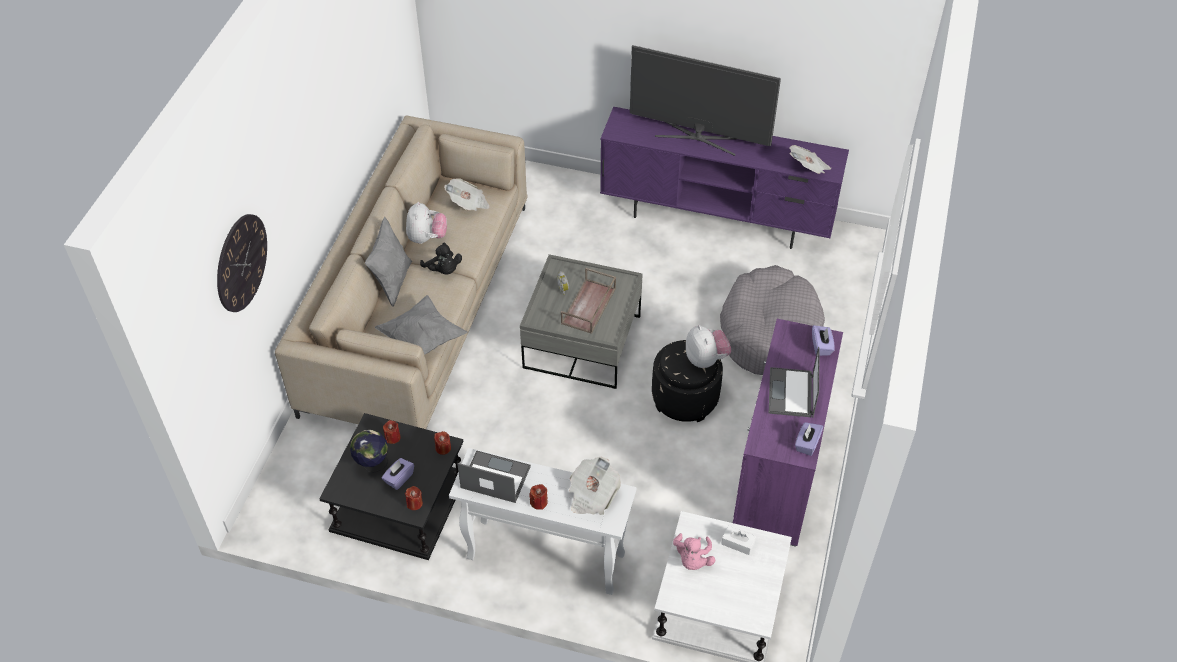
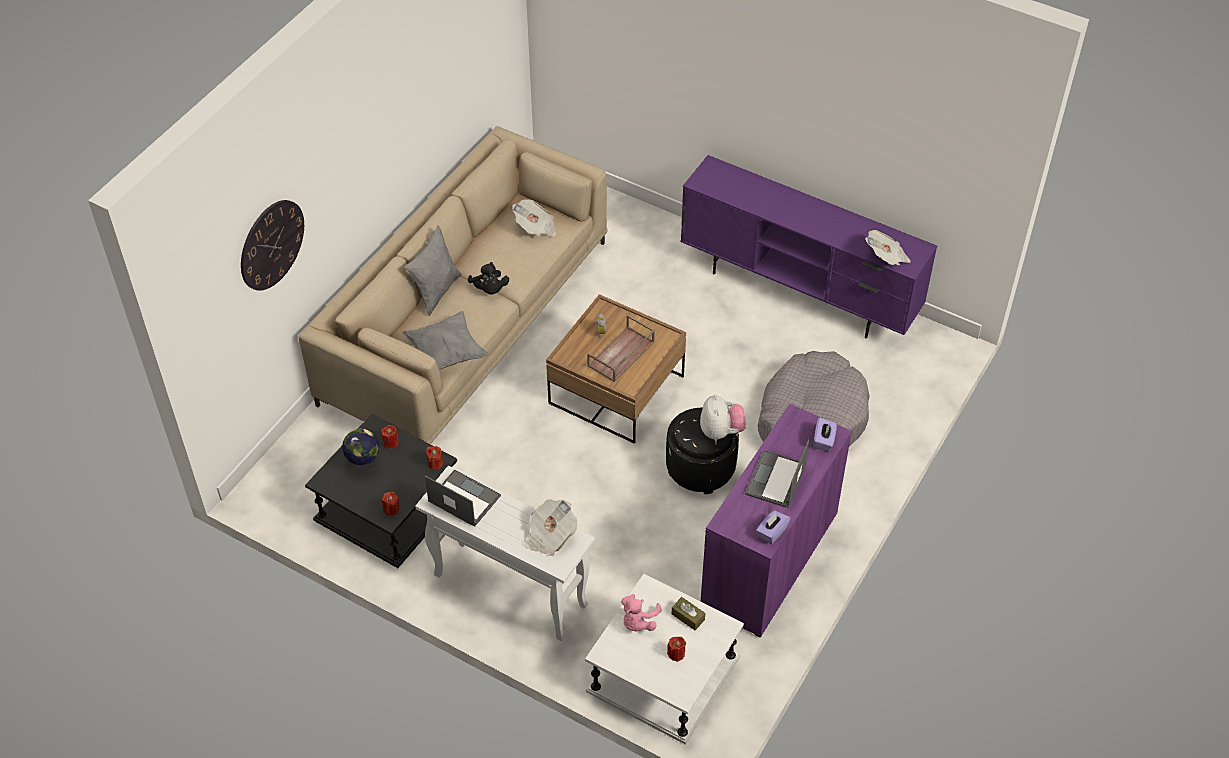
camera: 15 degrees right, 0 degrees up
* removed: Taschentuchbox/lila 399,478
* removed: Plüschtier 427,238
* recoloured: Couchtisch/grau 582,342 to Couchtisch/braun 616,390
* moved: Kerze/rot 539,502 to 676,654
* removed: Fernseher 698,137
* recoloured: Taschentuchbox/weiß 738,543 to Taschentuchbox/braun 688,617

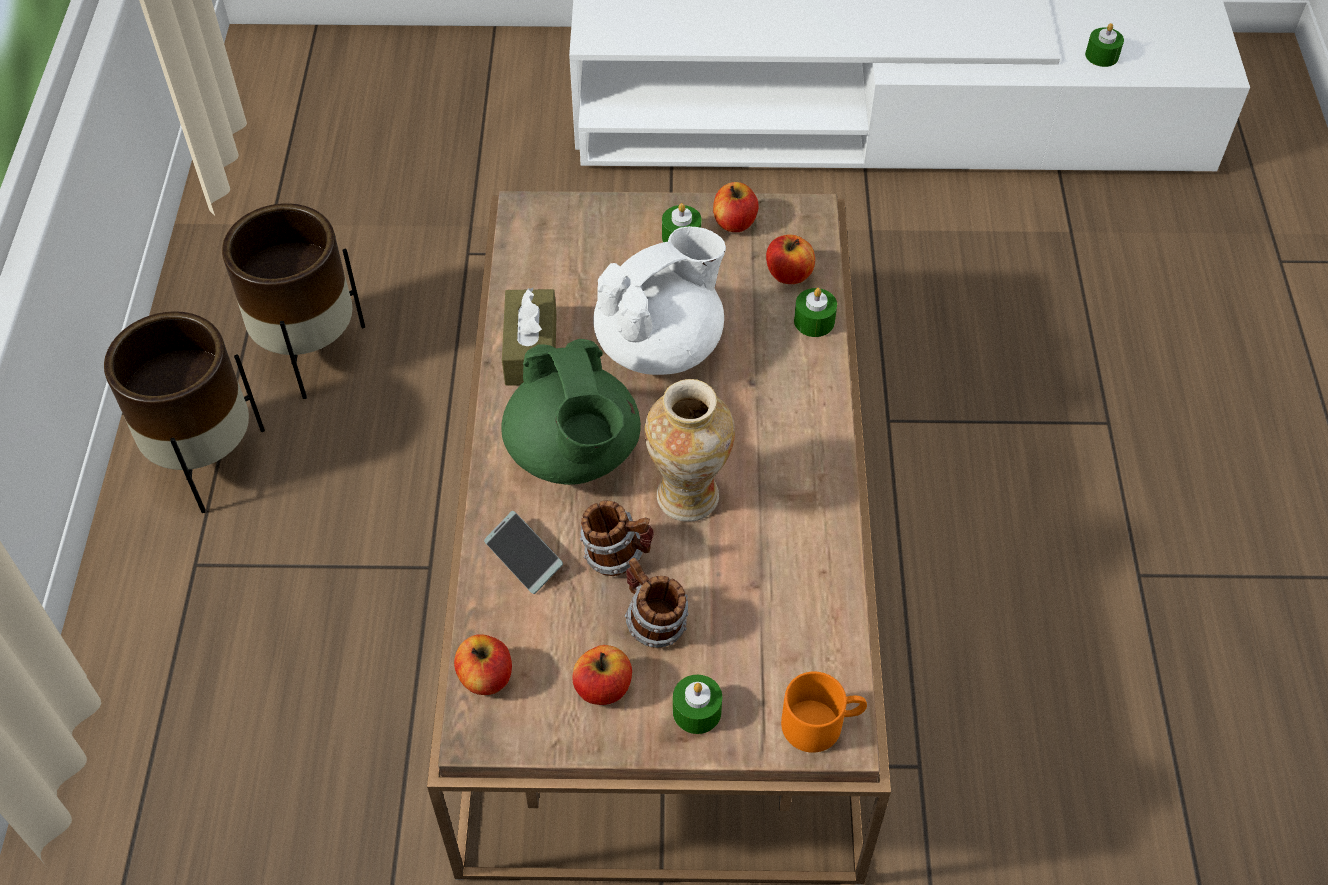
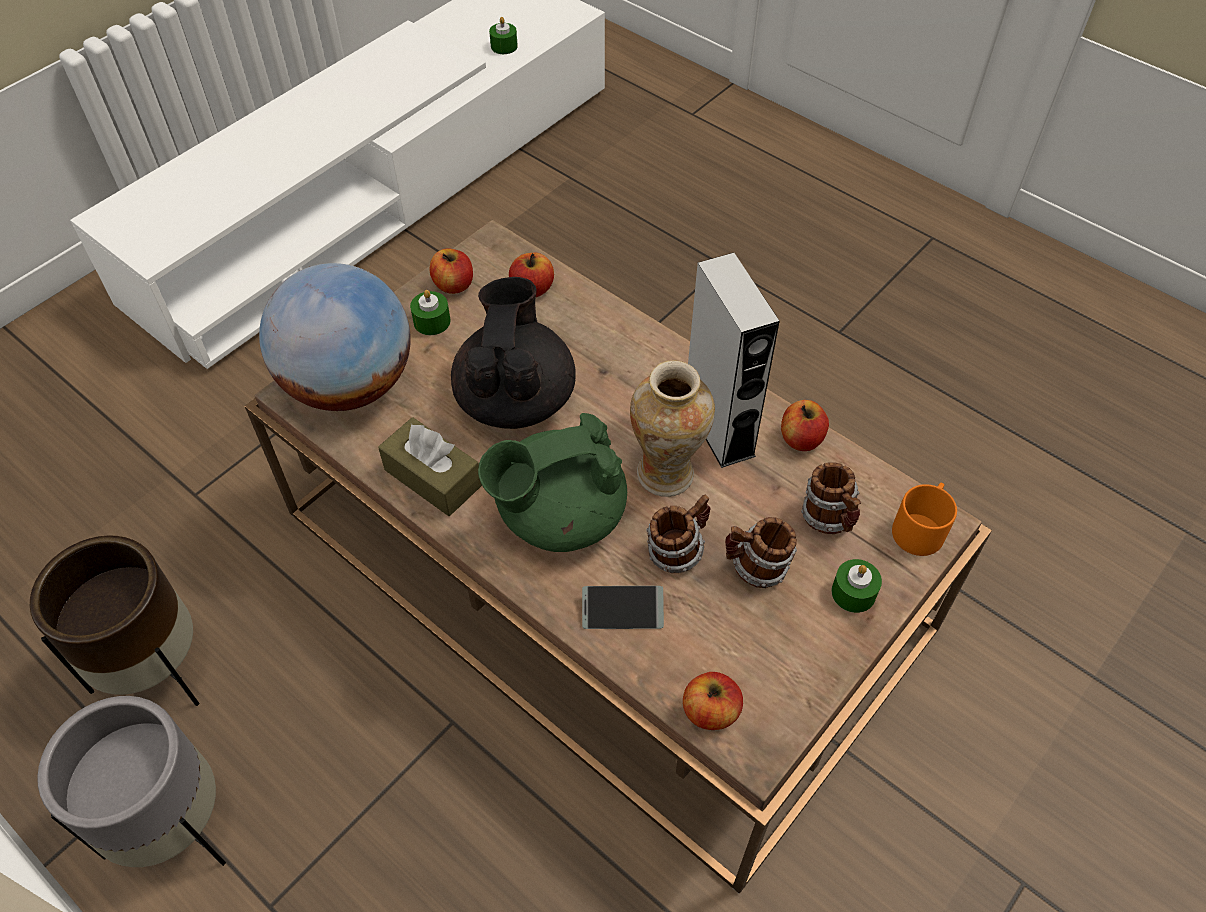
camera: 50 degrees left, 0 degrees up
* recoloured: Pflanzkübel/braun 206,459 to Pflanzkübel/grau 173,824
* turned: Teekanne/grün 574,453 = 558,515 135 degrees clockwise
* moved: Apfel 603,687 to 801,439
* recoloured: Teekanne/weiß 661,345 to Teekanne/schwarz 515,398
* removed: Kerze/grün 814,321
* added: Globus 349,385
* added: Lautsprecher/grau 718,427
* added: Henkelbecher 829,519

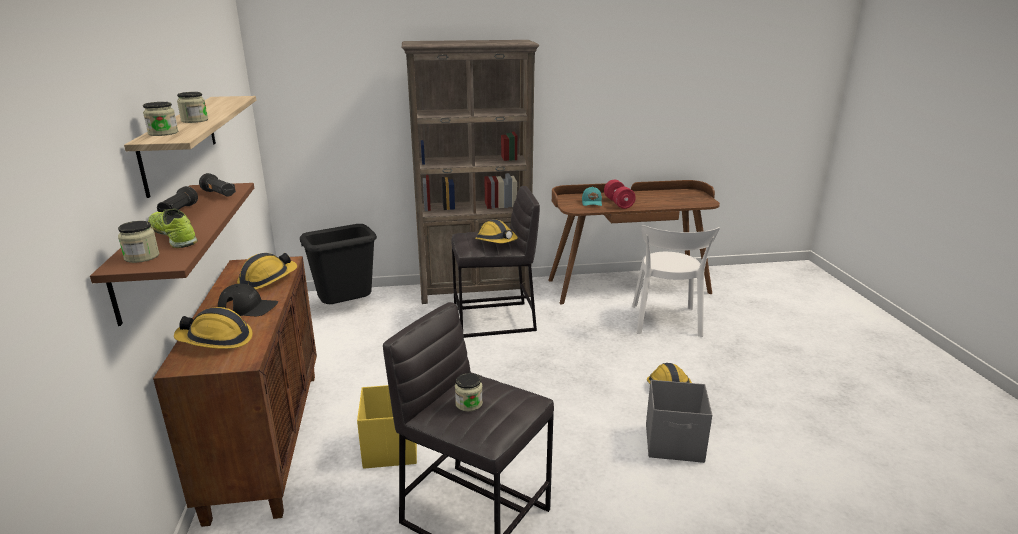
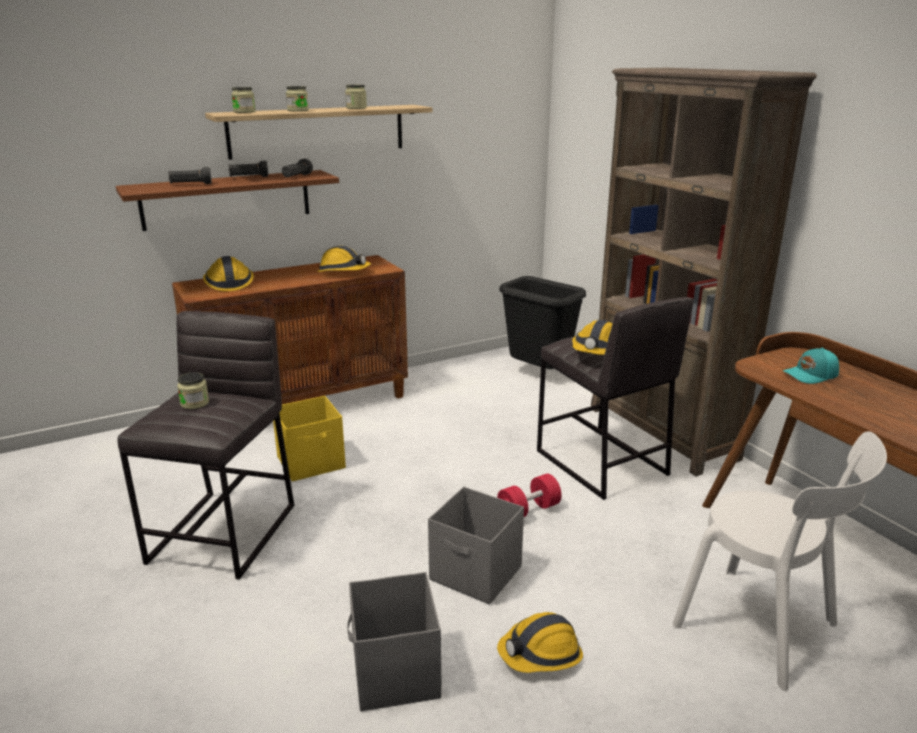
camera: 70 degrees right, 0 degrees up
* moved: Vorratsglas 142,257 to 356,108
* replaced: Schuh 174,236 to Taschenlampe/schwarz 190,184
* removed: Kappe/schwarz 248,307
* moved: Hantel/rot 618,203 to 528,510
* turned: Stuhl/weiß 666,322 = 762,628 120 degrees counterclockwise
* added: Aufbewahrungsbox/grau 476,574

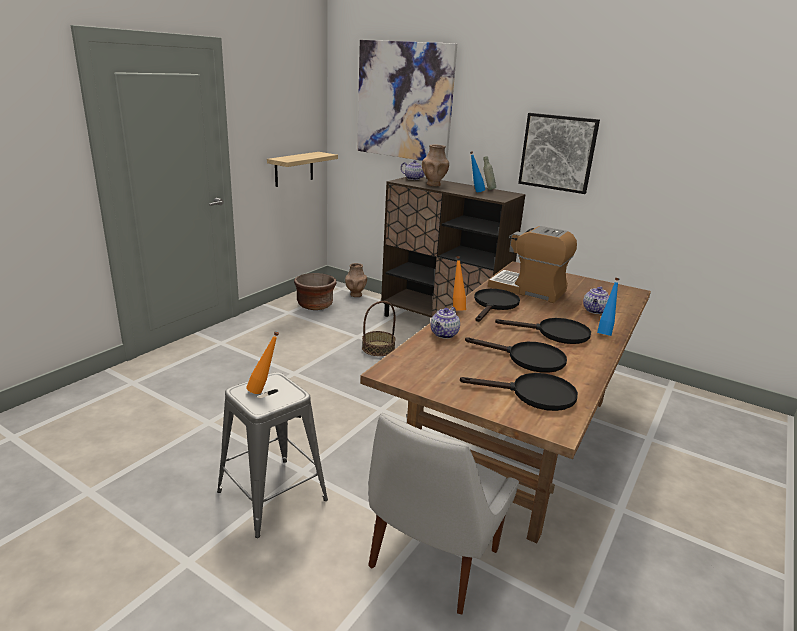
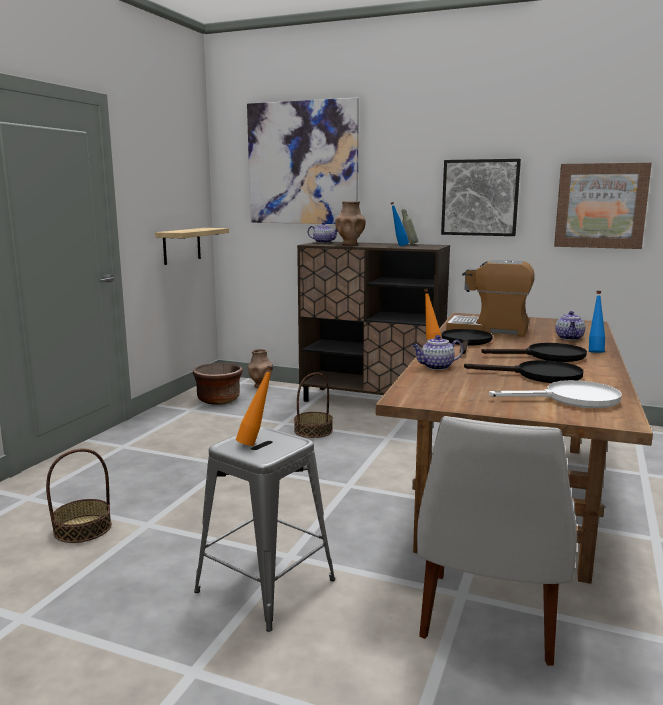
camera: 10 degrees left, 10 degrees down
* turned: Teekanne 444,334 = 436,367 60 degrees clockwise
* recoloured: Pfanne/schwarz 534,394 to Pfanne/weiß 572,399
* added: Korb 83,528
* added: Bild 601,206

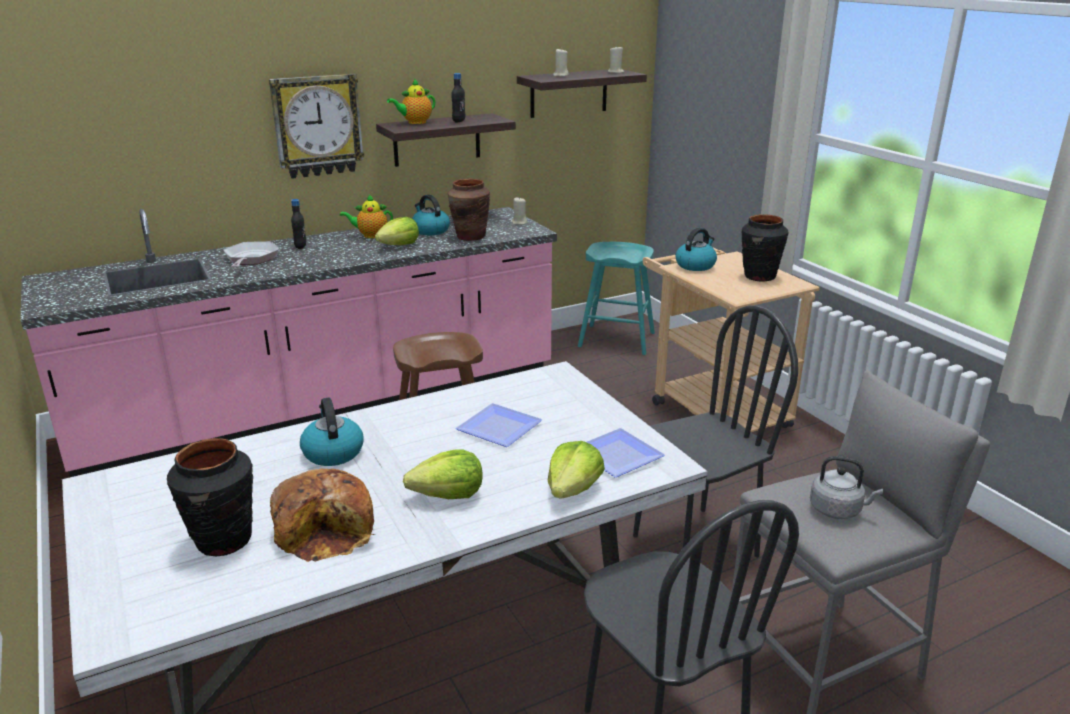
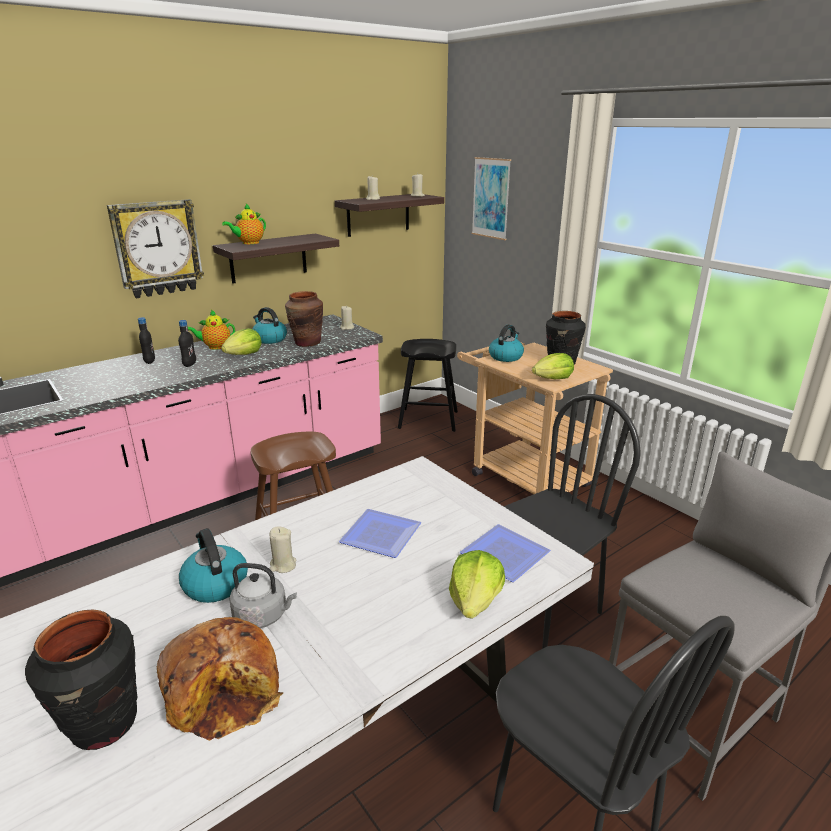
camera: 10 degrees left, 0 degrees up
* removed: Pfanne 251,259
* moved: Salatkopf 448,495 to 553,379
* moved: Flasche/schwarz 459,121 to 189,364
* recoloured: Hocker/türkis 616,340 to Hocker/schwarz 428,420
* moved: Wasserkessel/grau 838,510 to 263,615
* added: Kerze/beige 282,565
* added: Bild 491,198

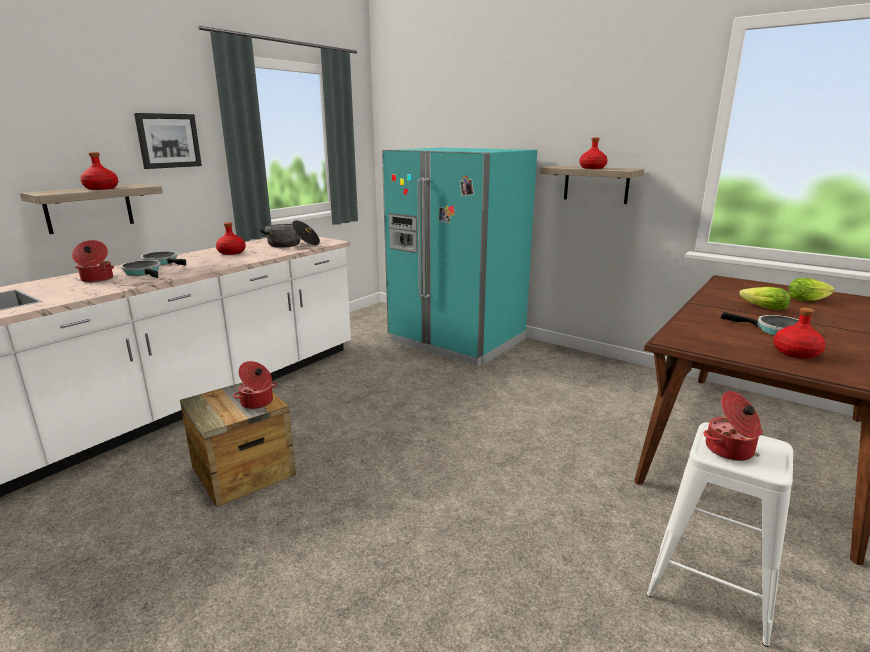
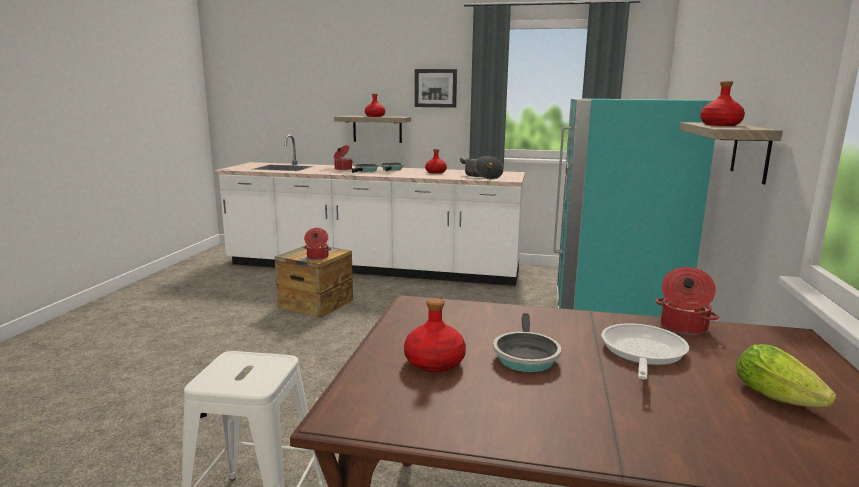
camera: 65 degrees right, 5 degrees down
* moved: Kochtopf 730,450 to 682,327
* replaced: Salatkopf 761,307 to Pfanne 641,353

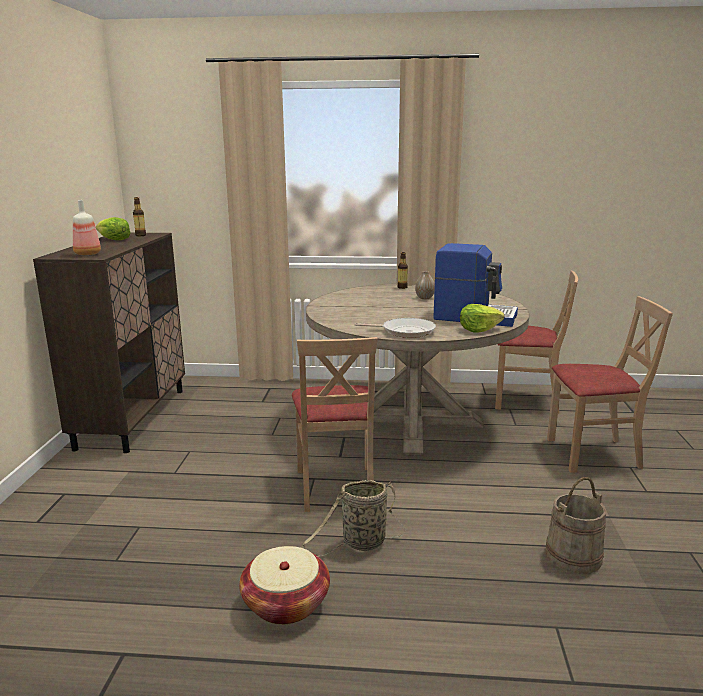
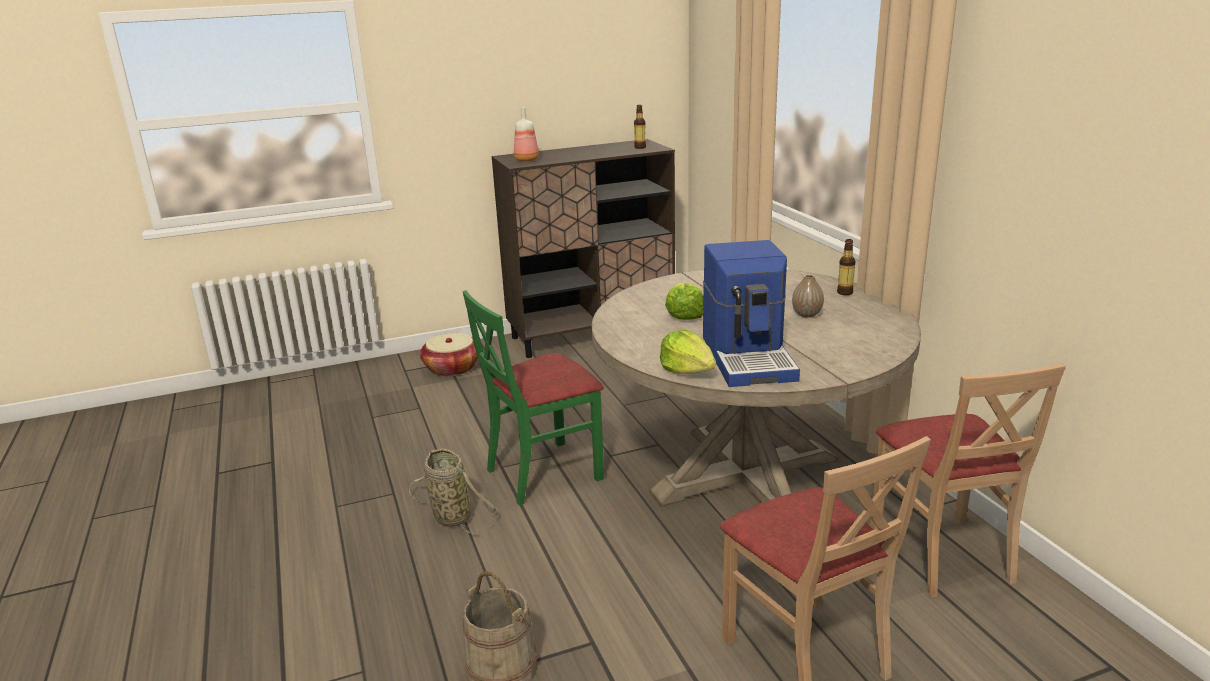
camera: 65 degrees right, 5 degrees up
* moved: Salatkopf 113,239 to 684,315
* moved: Korb 286,603 to 452,368
* recoloured: Stuhl/beige 336,487 to Stuhl/grün 543,472
* removed: Pfanne 405,331

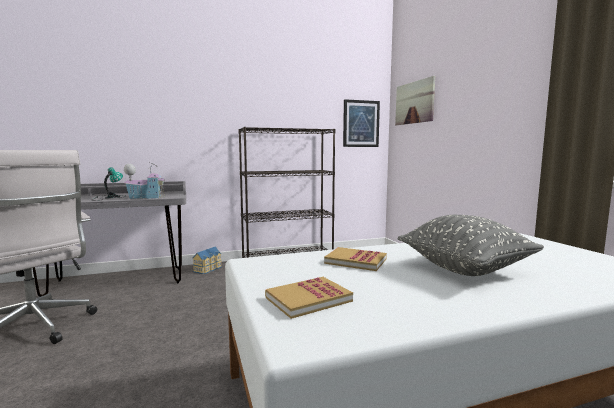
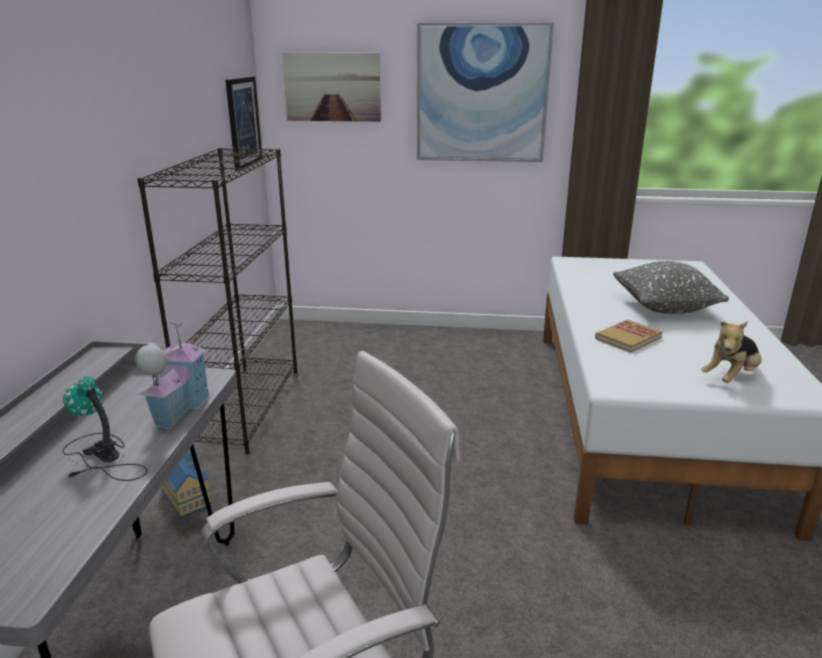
camera: 65 degrees left, 15 degrees up
* replaced: Buch 308,299 to Plüschtier 730,377
* added: Bild 481,94

